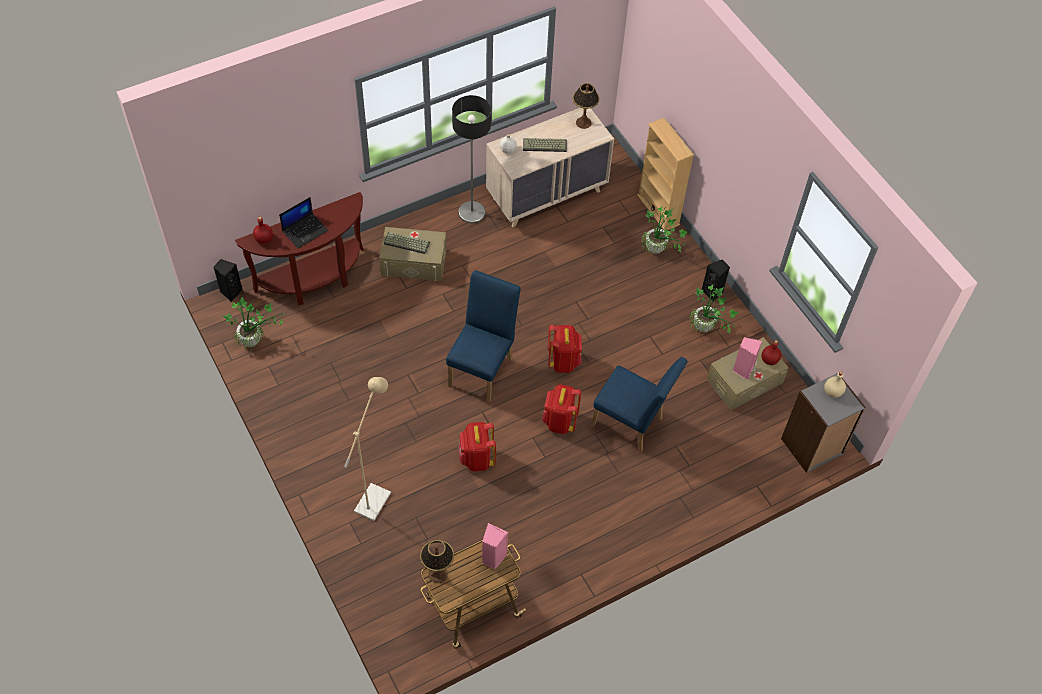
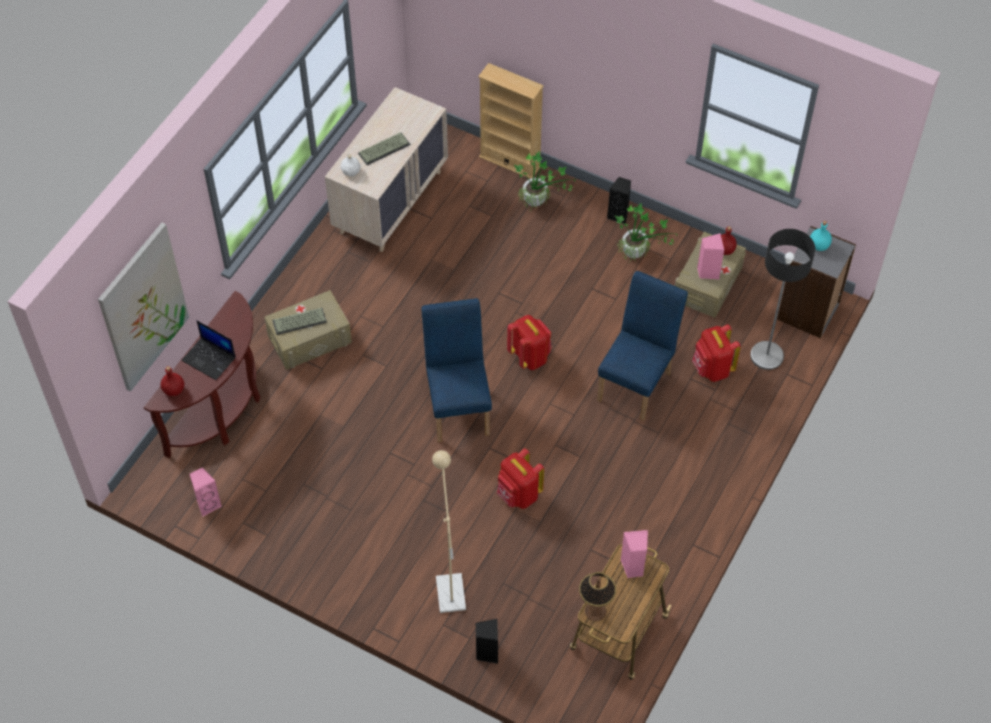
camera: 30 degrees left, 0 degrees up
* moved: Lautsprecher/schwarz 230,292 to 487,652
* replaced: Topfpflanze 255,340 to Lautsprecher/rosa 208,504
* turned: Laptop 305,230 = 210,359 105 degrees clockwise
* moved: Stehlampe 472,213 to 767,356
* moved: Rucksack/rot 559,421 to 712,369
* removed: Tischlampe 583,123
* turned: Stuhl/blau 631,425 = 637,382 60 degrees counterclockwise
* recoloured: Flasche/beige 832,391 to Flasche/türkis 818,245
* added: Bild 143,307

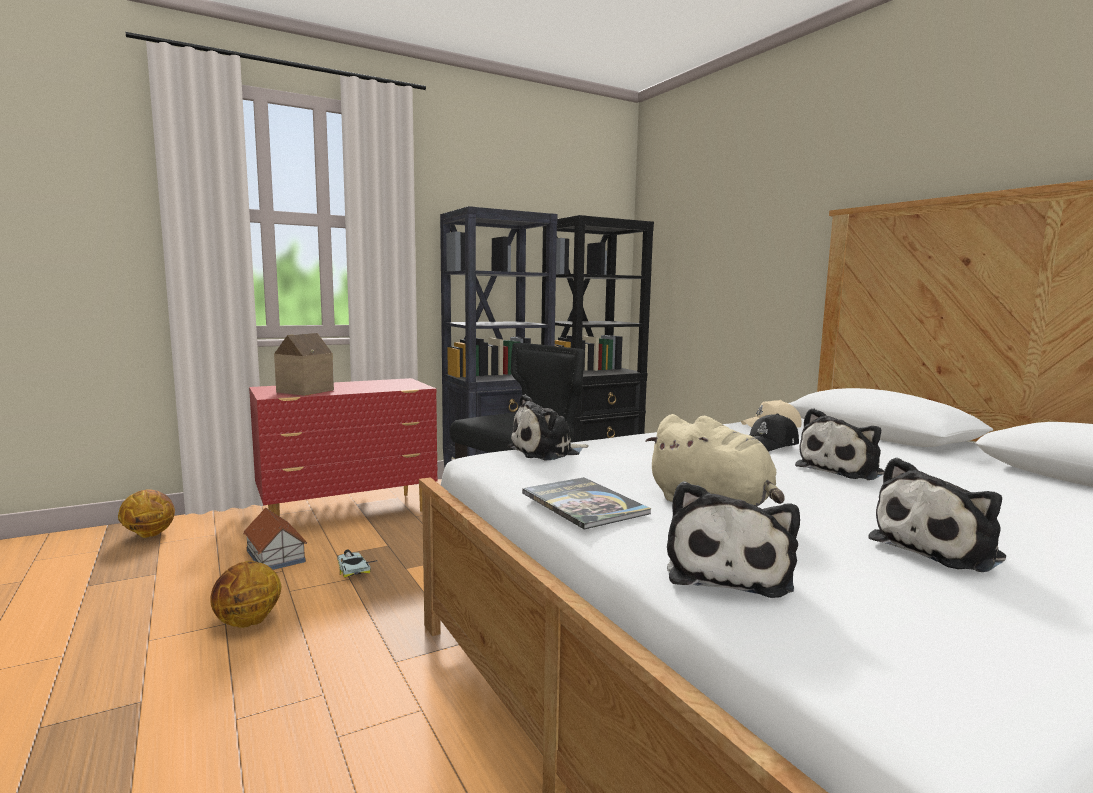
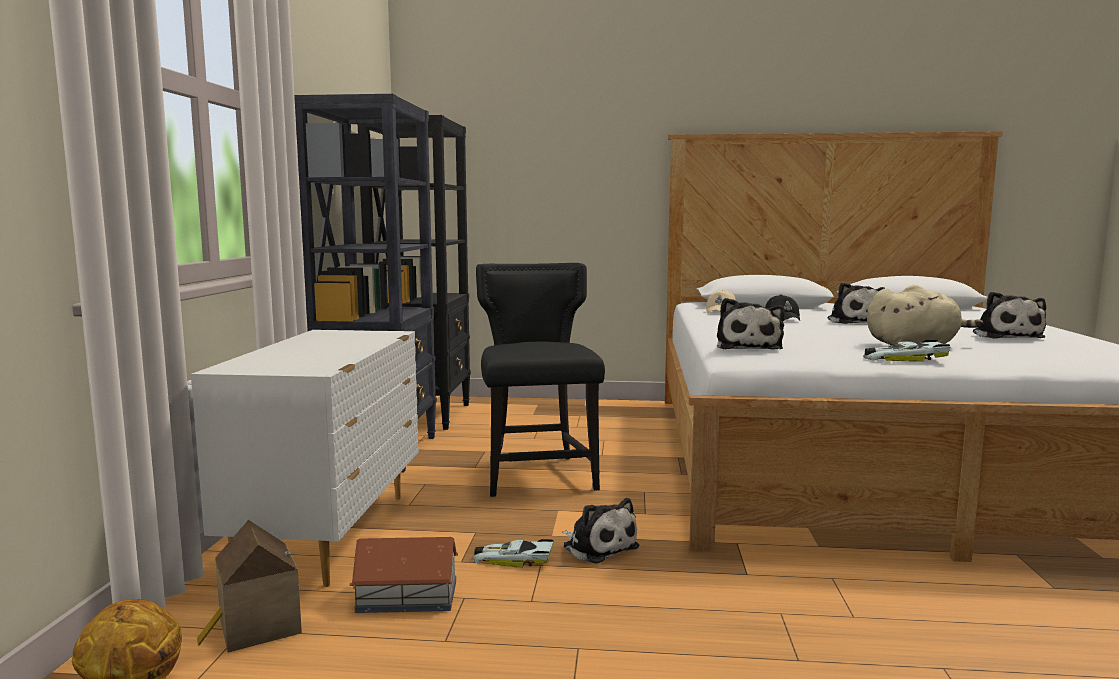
camera: 55 degrees left, 0 degrees up
* removed: Basketball 248,623
* recoloured: Kommode/rot 349,513 to Kommode/weiß 331,534
* moved: Spielzeughaus 303,391 to 255,628
* replaced: Buch 584,504 to Spielzeugauto 903,358
* moved: Plüschtier 728,571 to 598,546

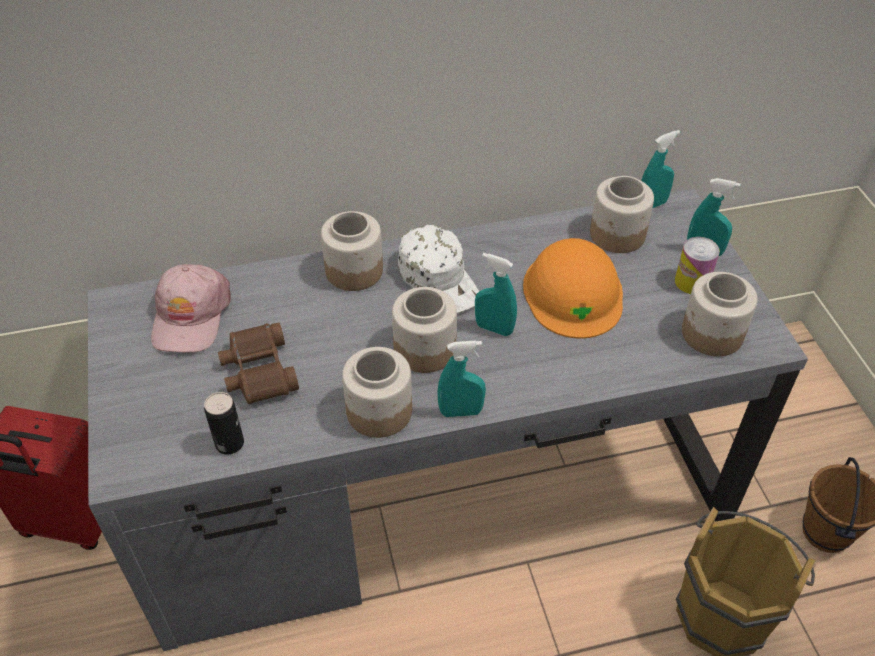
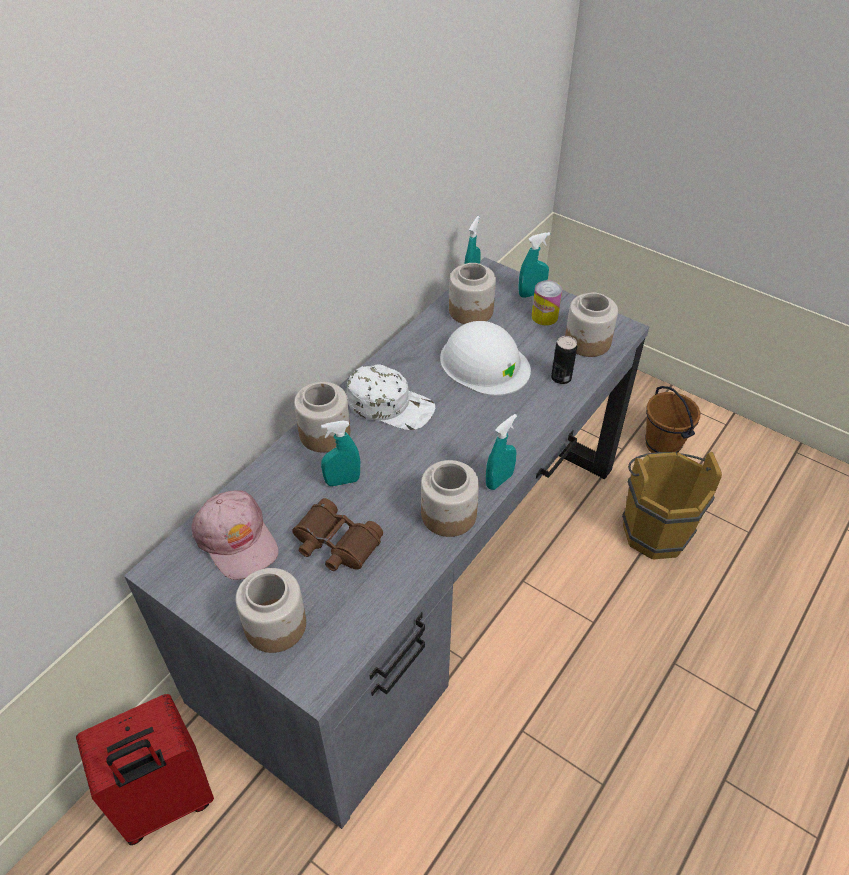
camera: 40 degrees left, 0 degrees up
* moved: Dose 229,443 to 561,377
* moved: Vorratsglas 425,349 to 276,624
* moved: Sprühflasche/türkis 494,328 to 342,481
* recoloured: Schutzhelm/orange 573,292 to Schutzhelm/weiß 484,363

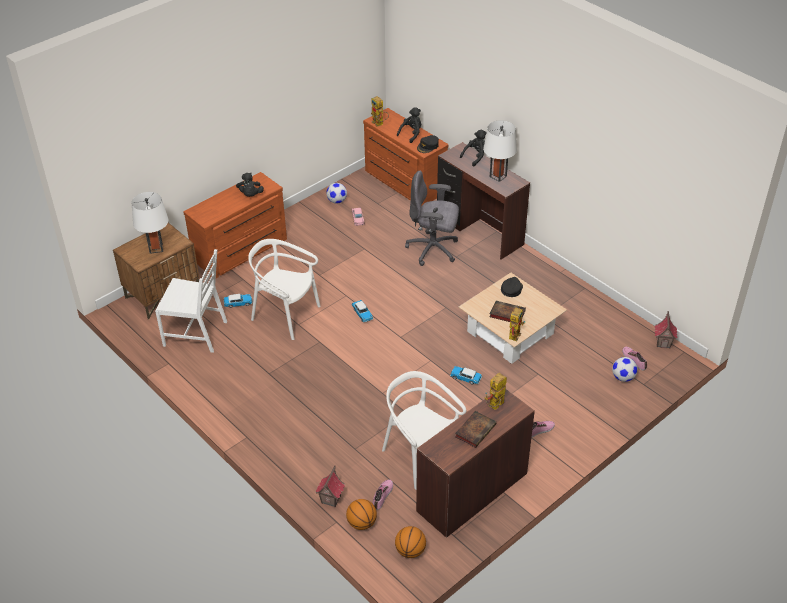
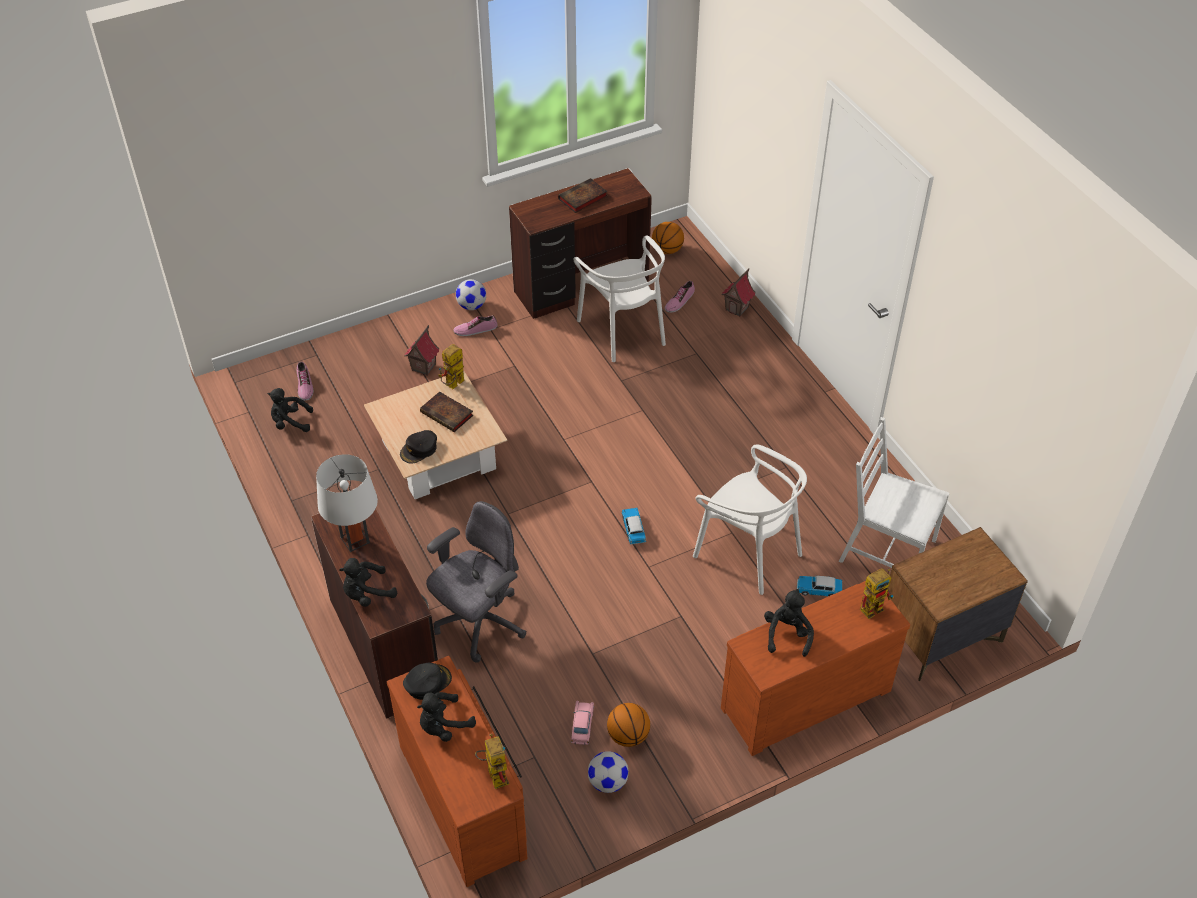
camera: 165 degrees left, 5 degrees up
* removed: Tischlampe/weiß 156,248
* moved: Basketball 361,523 to 628,735
* turned: Bürostuhl/grau 433,250 = 479,623 75 degrees counterclockwise
* removed: Spielzeugauto 465,378
* moved: Spielzeugroboter 495,407 to 874,606
* moved: Fußball 623,377 to 472,306
* moved: Spielzeughaus 663,343 to 423,367
* added: Plüschtier/schwarz 290,422

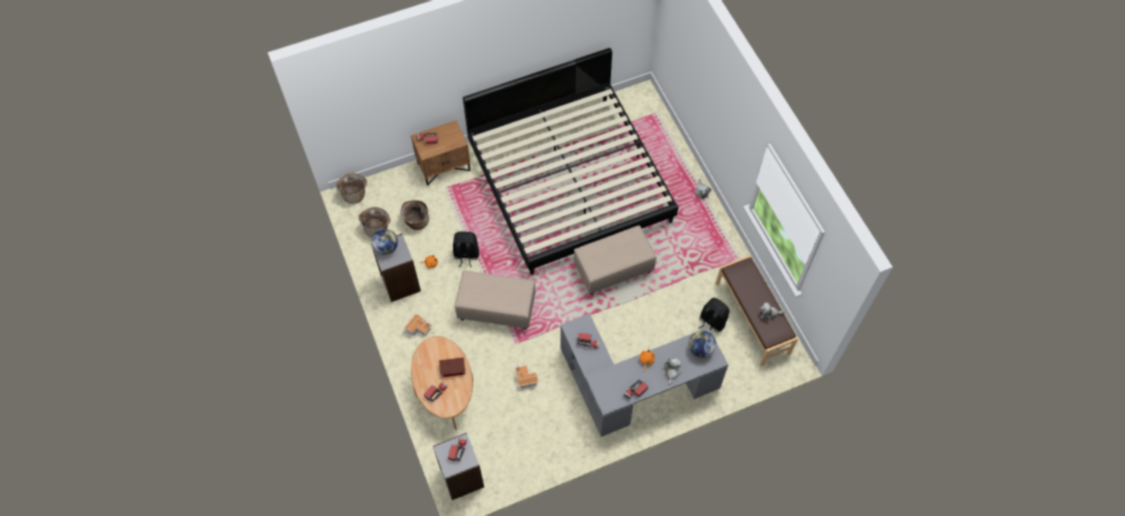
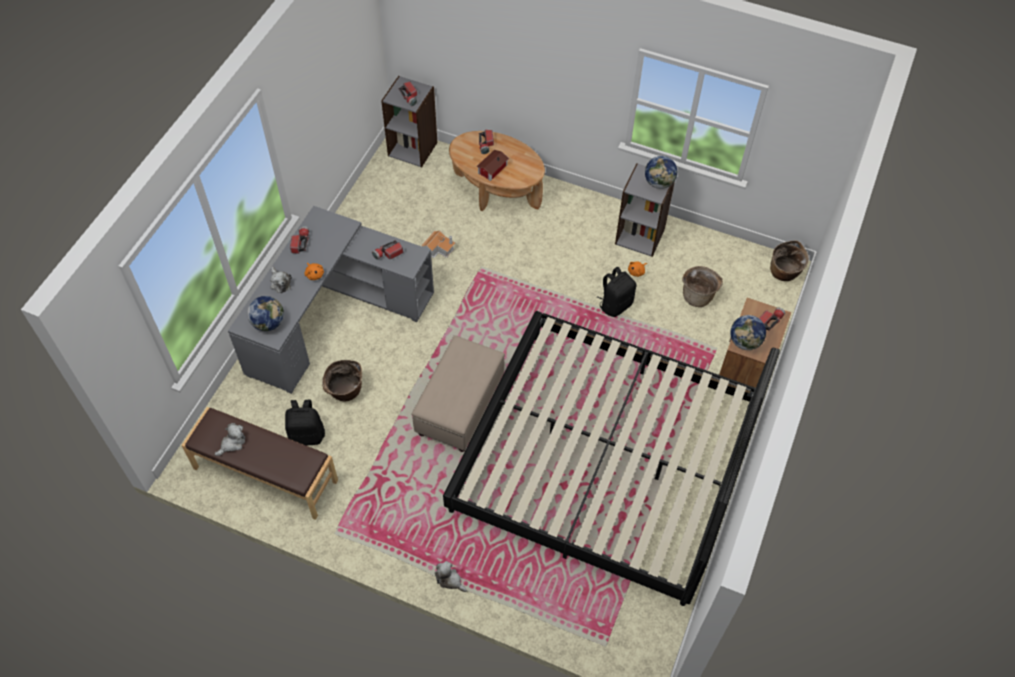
camera: 135 degrees right, 5 degrees down
* moved: Korb 377,228 to 345,392
* removed: Spielzeughaus 419,328
* removed: Polsterhocker/beige 497,309
* added: Globus 745,342

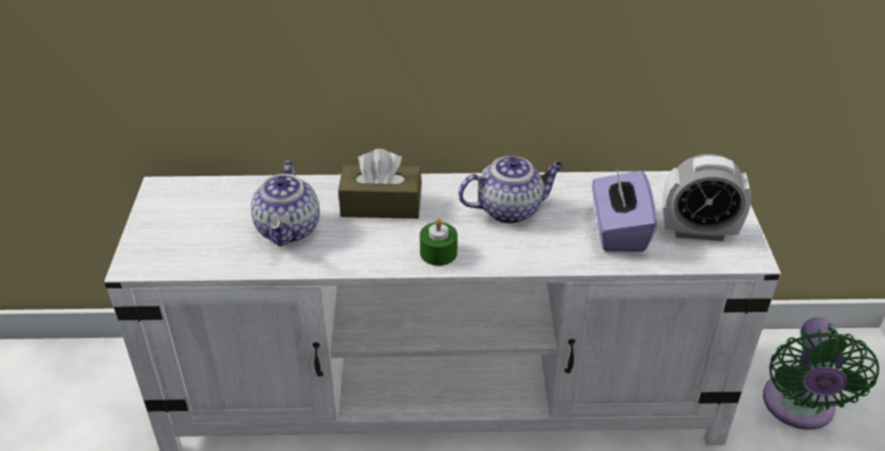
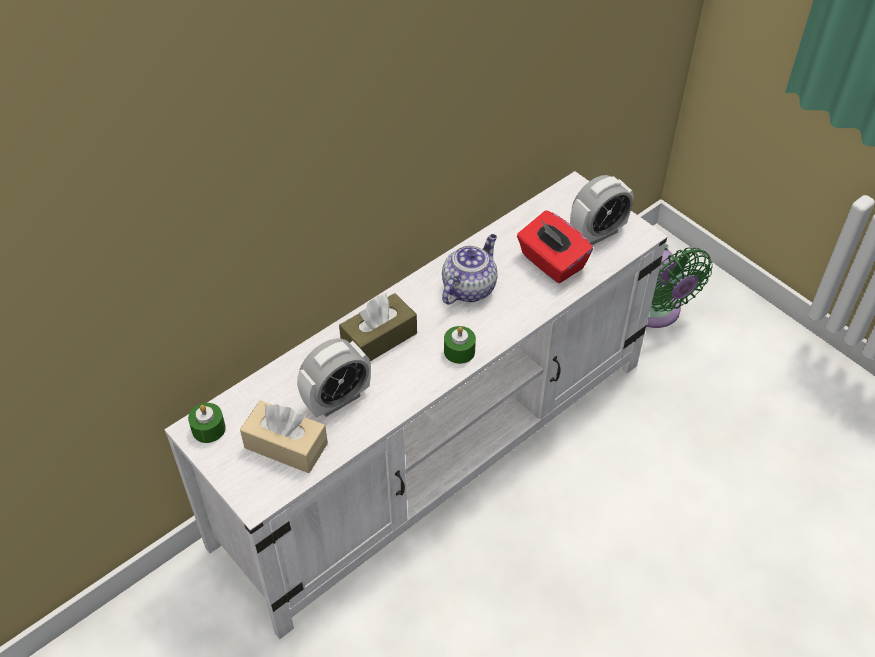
camera: 40 degrees left, 10 degrees up
* replaced: Teekanne 289,230 to Wecker 337,400
* recoloured: Taschentuchbox/lila 618,230 to Taschentuchbox/rot 551,262
* added: Kerze/grün 208,429
* added: Taschentuchbox/beige 286,445

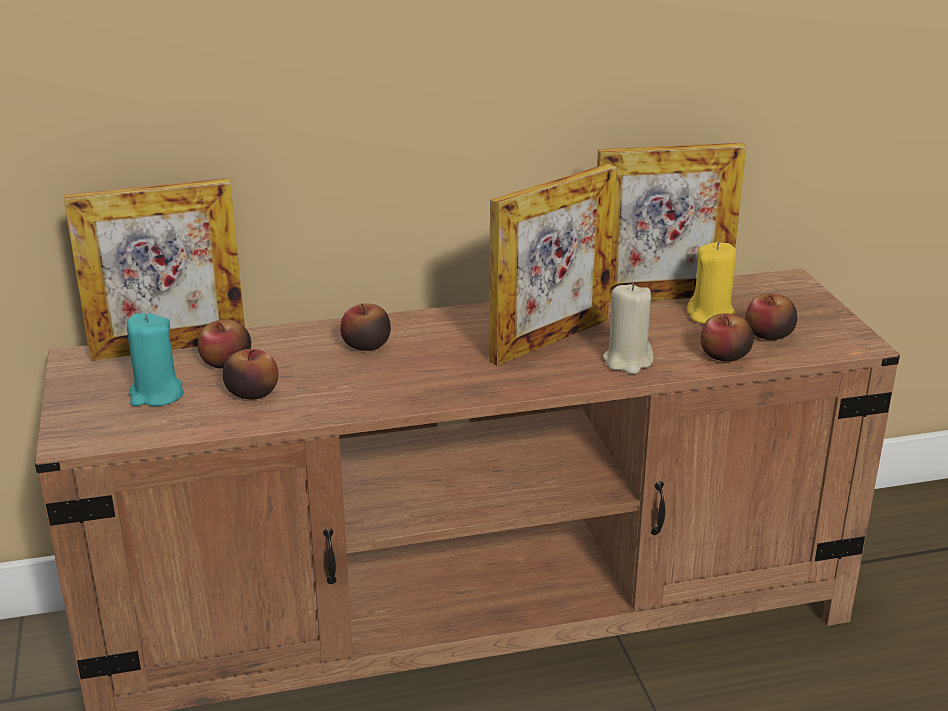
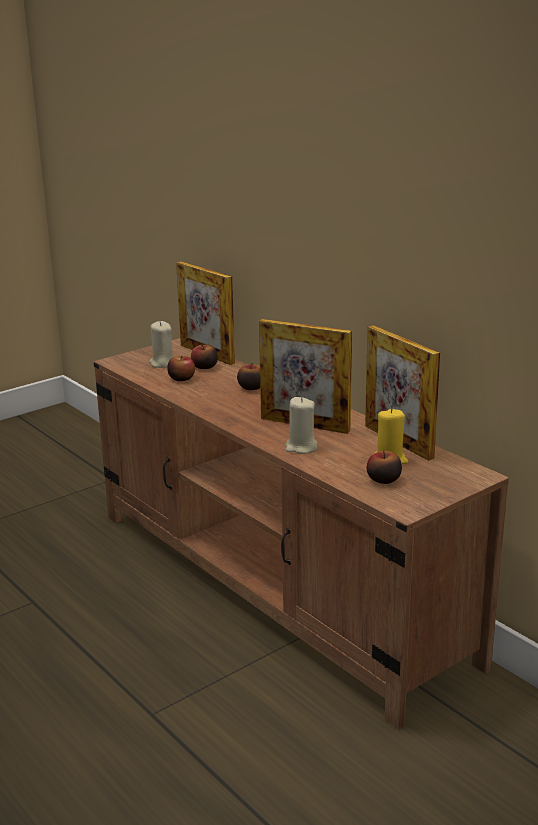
camera: 65 degrees right, 5 degrees down
* recoloured: Kerze/türkis 156,395 to Kerze/beige 162,363
* removed: Apfel 724,355

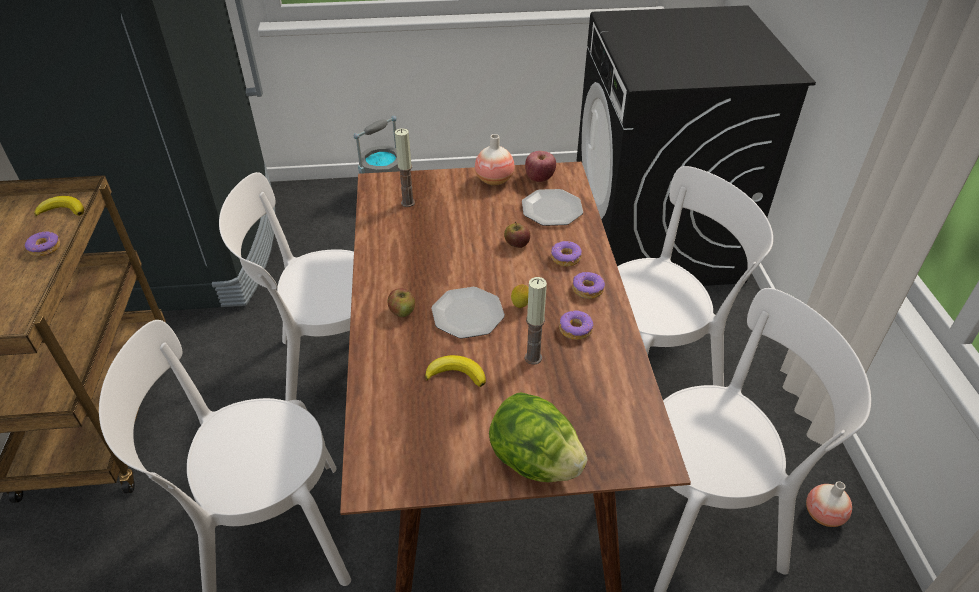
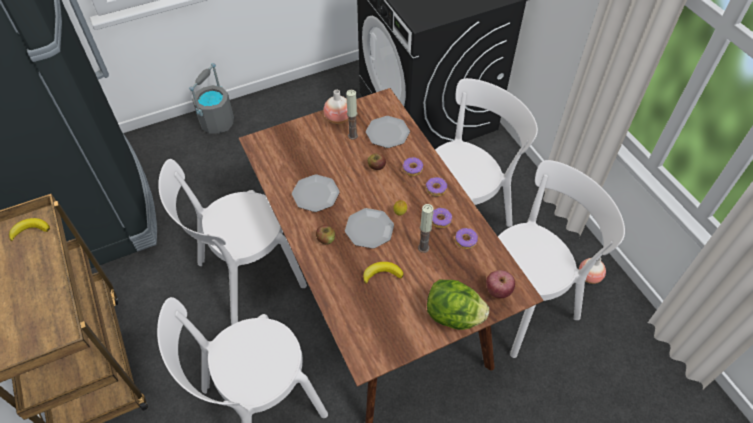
camera: 20 degrees left, 10 degrees up
* moved: Donut 45,248 to 466,240
* moved: Kerze 408,202 to 353,135
* moved: Apfel 539,178 to 498,290
* added: Teller 315,194

